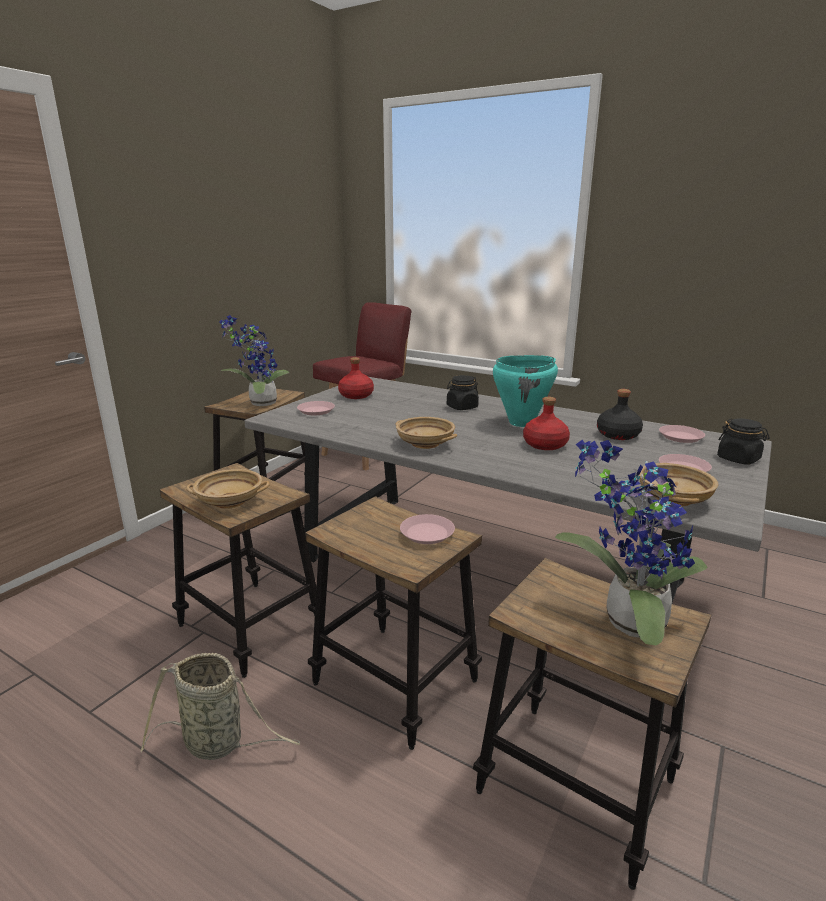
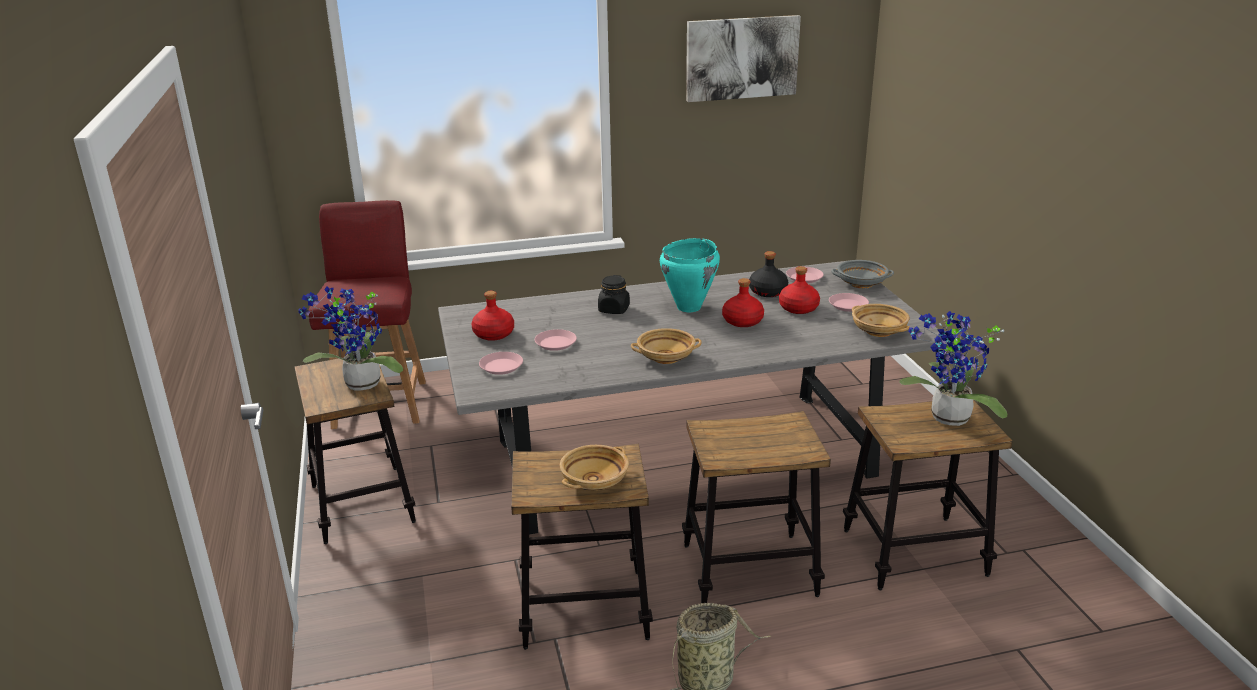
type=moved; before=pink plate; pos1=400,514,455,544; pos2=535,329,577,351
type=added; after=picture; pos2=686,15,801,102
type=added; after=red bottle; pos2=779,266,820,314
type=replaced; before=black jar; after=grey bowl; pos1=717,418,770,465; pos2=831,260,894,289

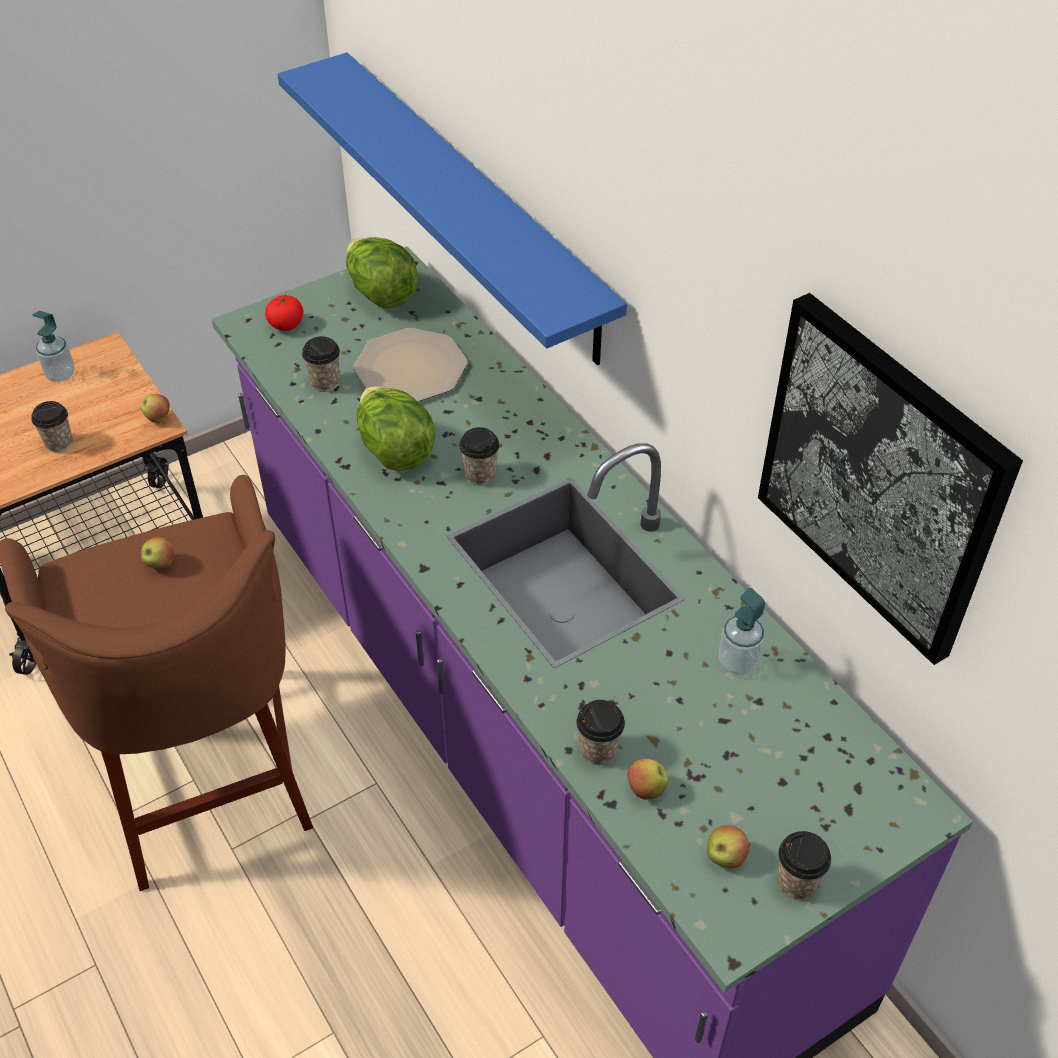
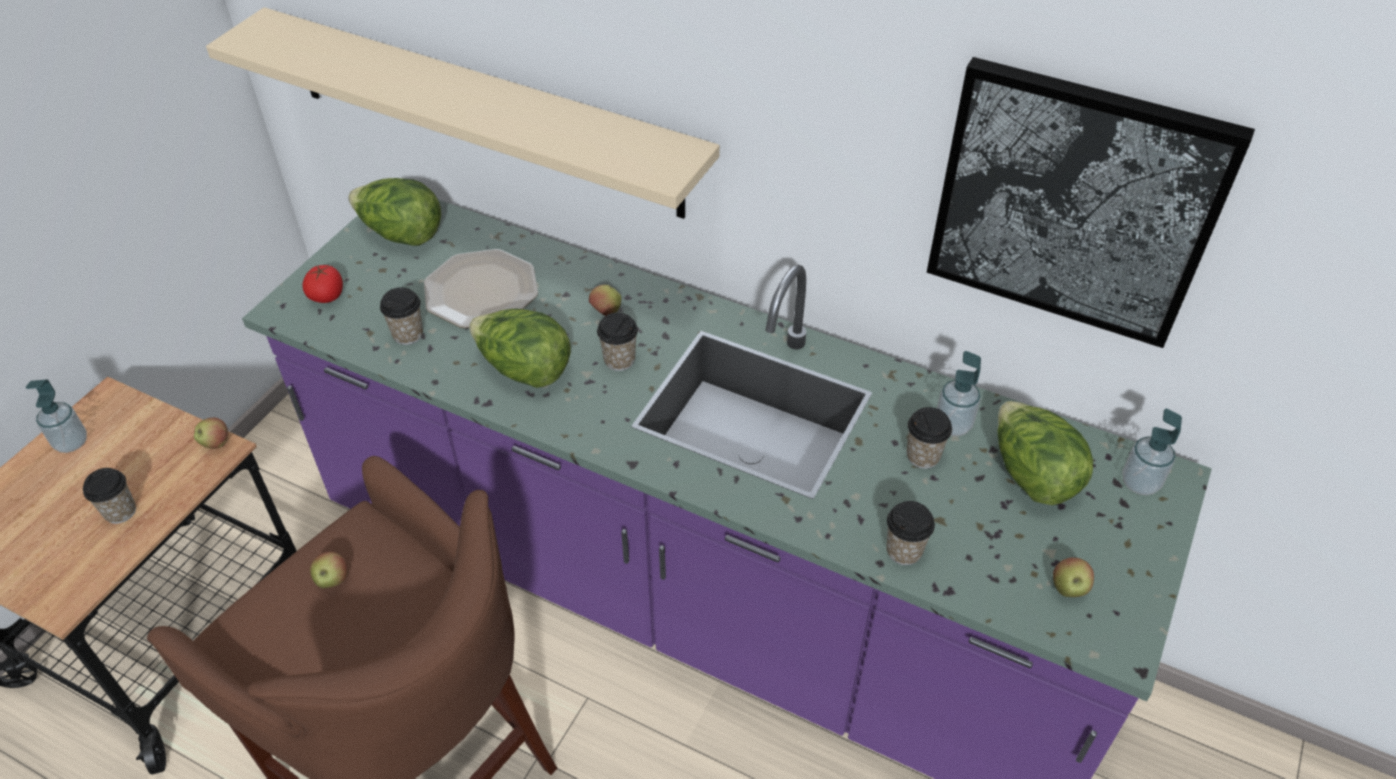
type=recoloured; before=blue shelf; after=beige shelf; pos1=277,52,627,365; pos2=206,7,720,219
type=moved; before=apple; pos1=627,758,668,799; pos2=589,285,621,316
type=moved; before=cup; pos1=777,831,831,900; pos2=907,407,952,469
type=added; after=lettuce; pos2=998,401,1093,505
type=added; after=soap dispenser; pos2=1122,409,1182,495

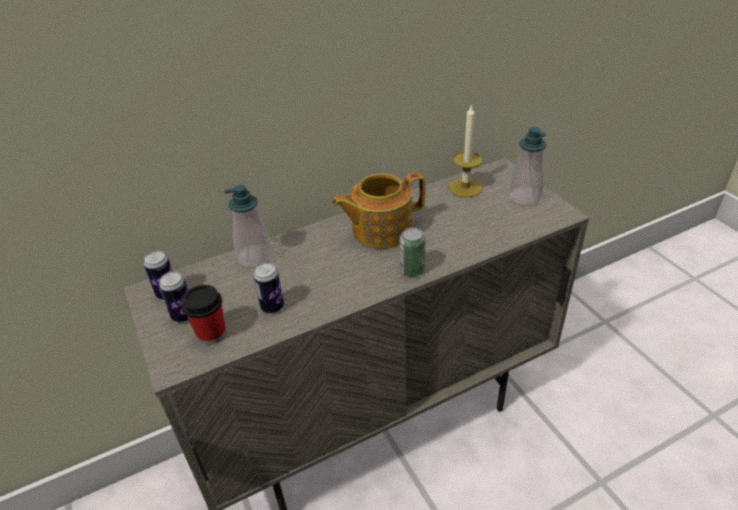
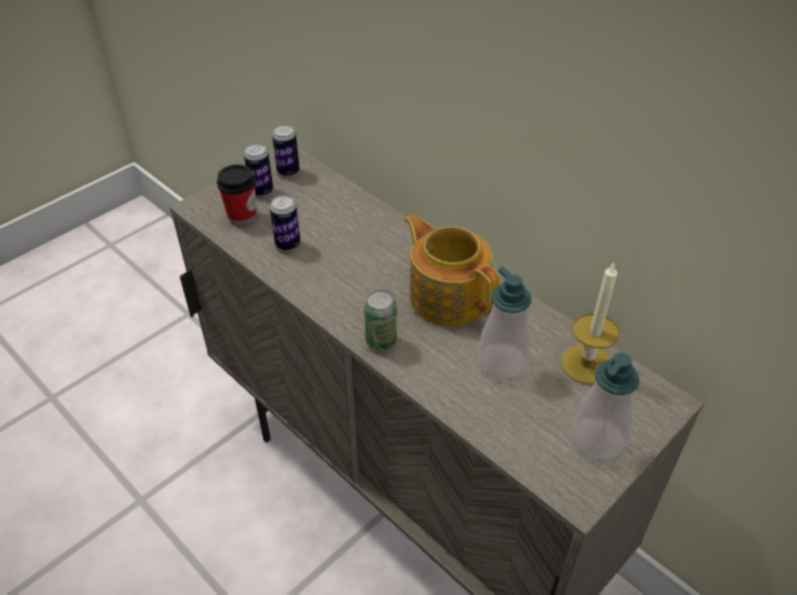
type=moved; before=soap dispenser; pos1=224,185,273,268; pos2=478,267,532,379

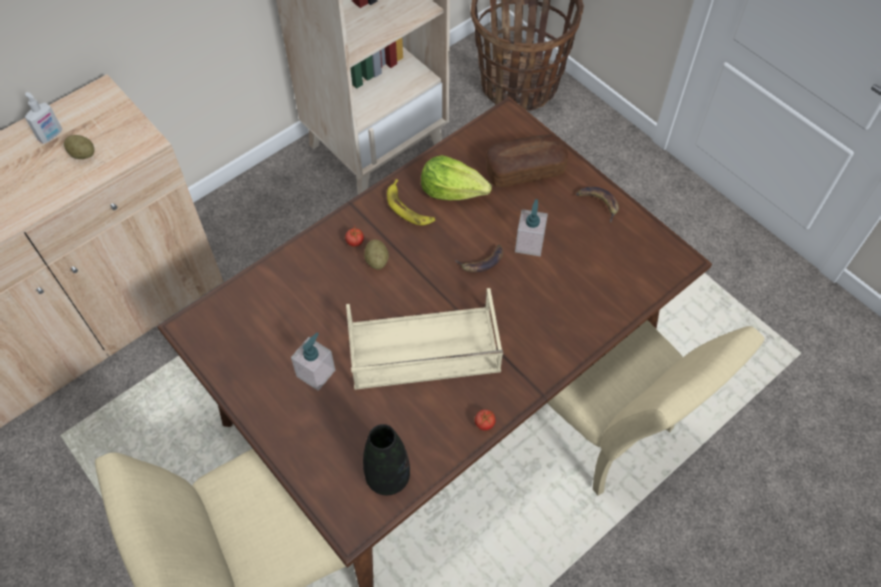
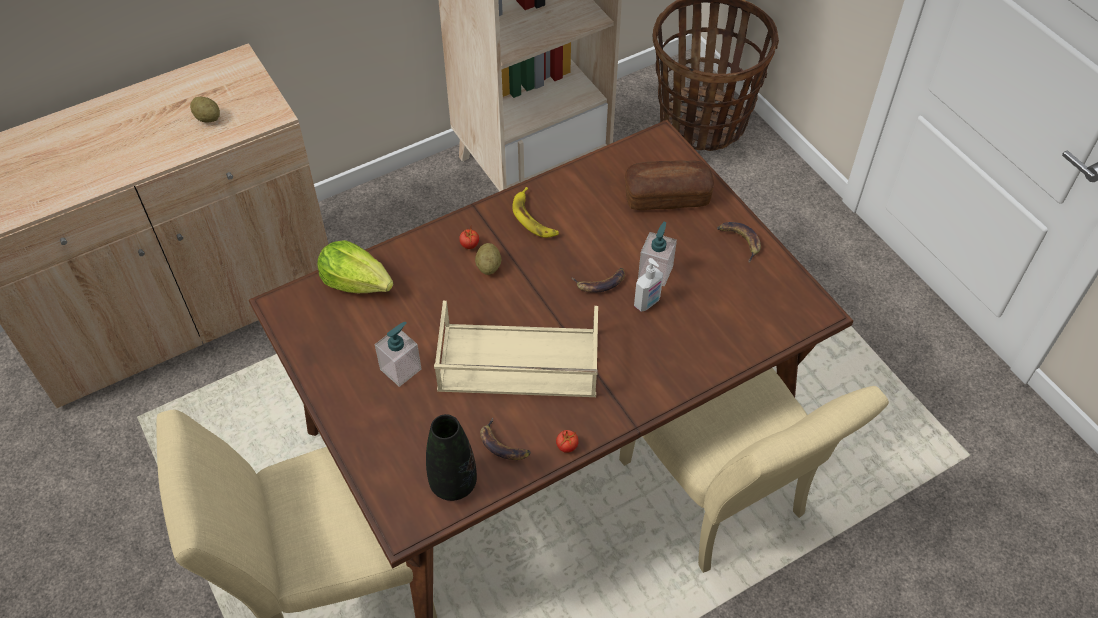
type=moved; before=lettuce; pos1=421,155,492,200; pos2=317,240,393,293
type=added; after=banana; pos2=480,417,531,460
type=moved; before=soap dispenser; pos1=25,92,62,144; pos2=634,258,663,312

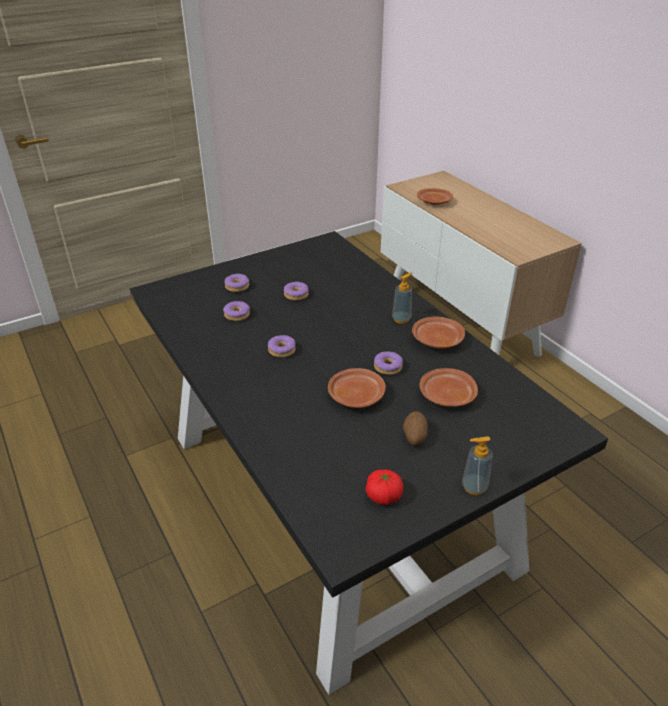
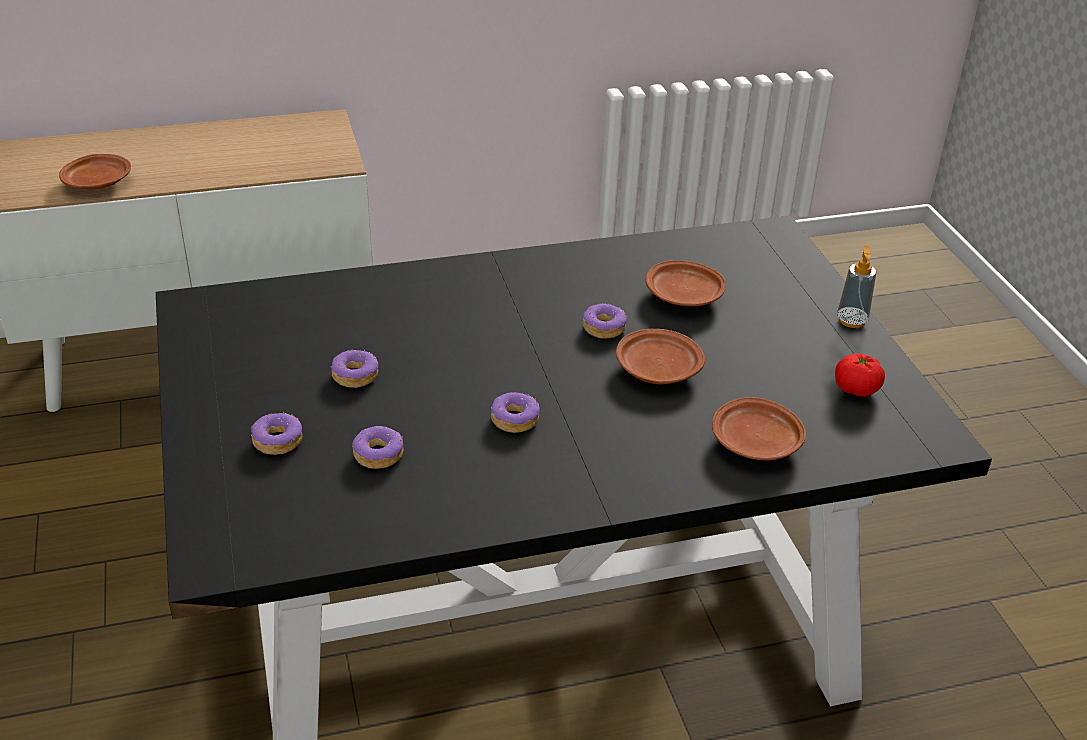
type=moved; before=brown plate; pos1=412,316,465,349; pos2=712,397,806,461
type=removed; before=soap dispenser; pos1=392,273,412,324
type=removed; before=potato; pos1=403,411,428,445

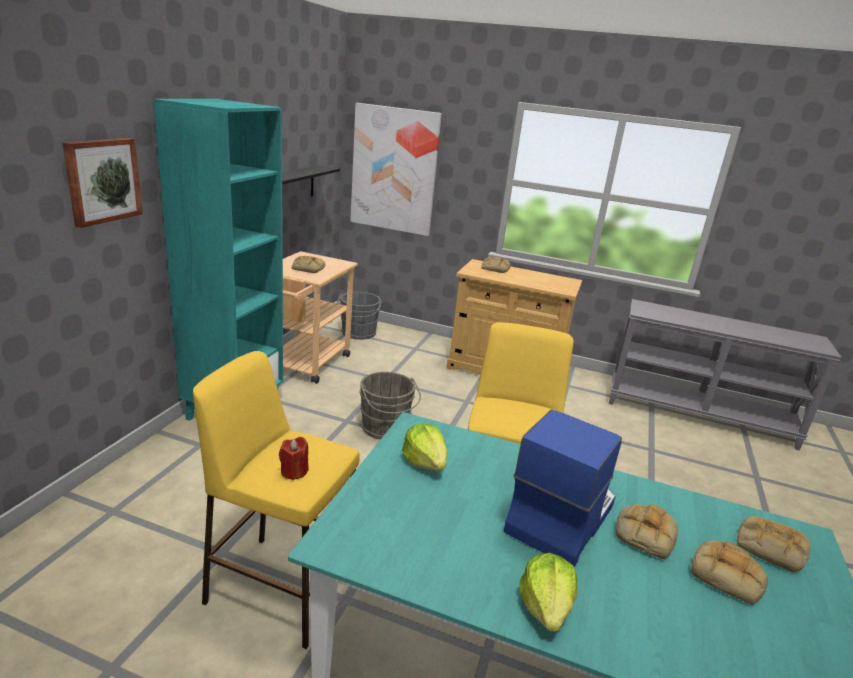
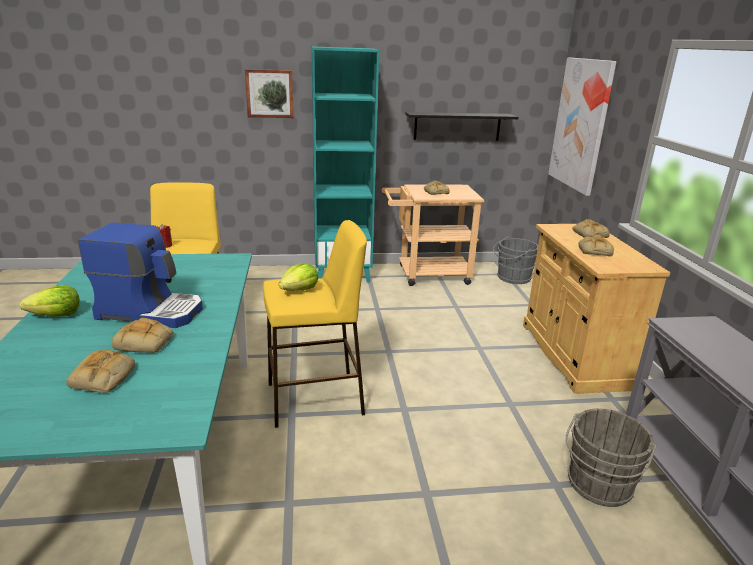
type=moved; before=lettuce; pos1=402,424,447,471; pos2=279,263,318,291
type=moved; before=grey bucket; pos1=359,372,421,440; pos2=566,408,656,507
type=moved; before=bread; pos1=737,516,811,572; pos2=578,235,614,256

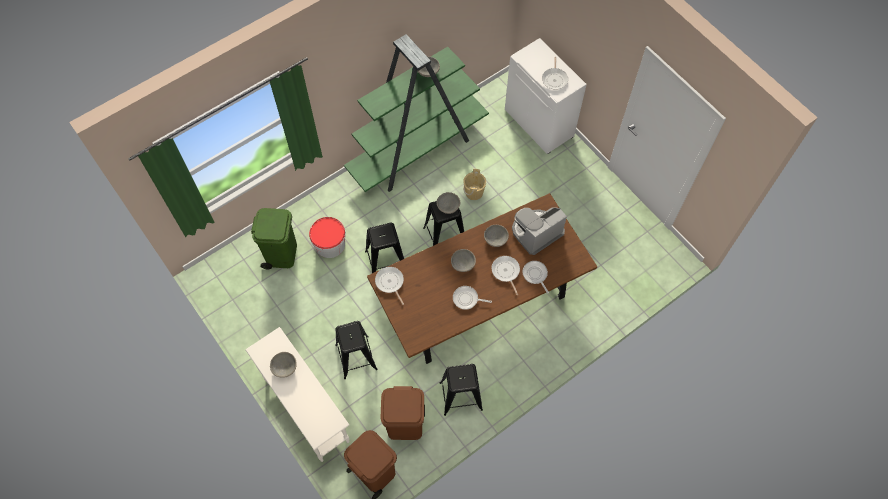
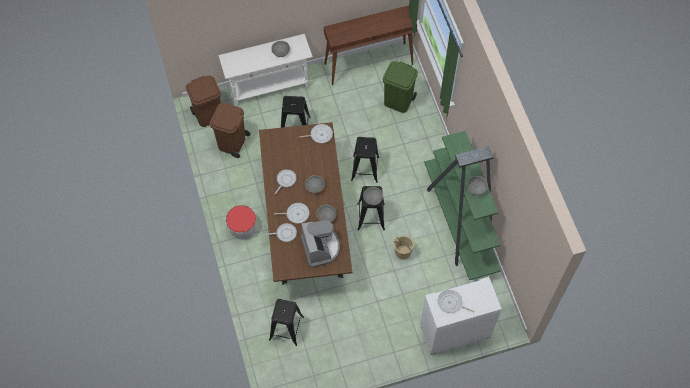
type=moved; before=bucket; pos1=309,217,346,258; pos2=226,205,256,240
type=moved; before=black stool; pos1=440,364,483,416; pos2=269,299,304,346
type=added; after=brown console table; pos2=324,5,417,86

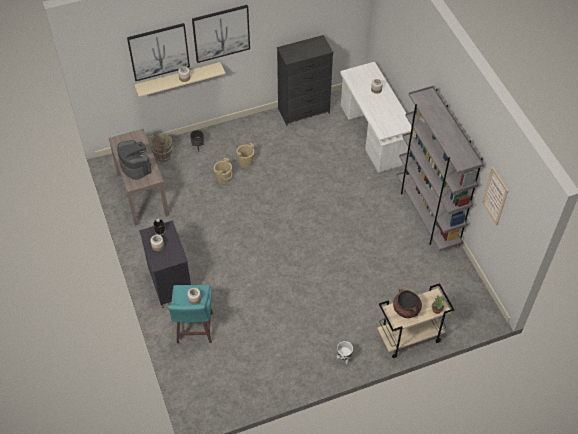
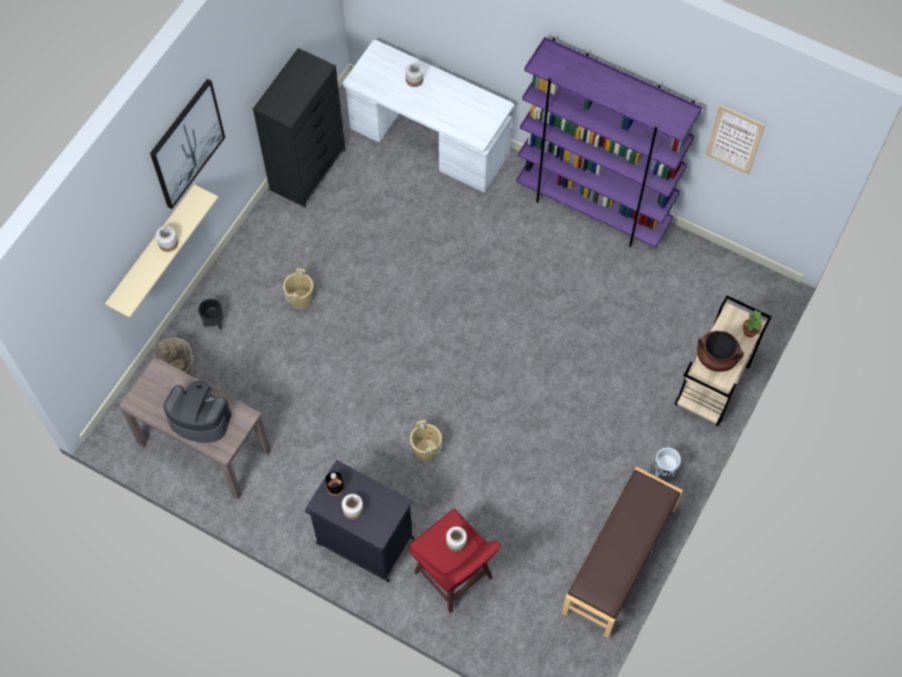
type=recoloured; before=turquoise stool; after=red stool; pos1=168,285,213,343; pos2=409,509,501,613
type=moved; before=beige bucket; pos1=214,158,232,184; pos2=410,420,442,461
type=recoloured; before=grey bookcase; after=purple bookcase; pos1=396,86,484,251; pos2=516,37,702,248
type=added; after=brown bench; pos2=562,467,683,638
type=removed; before=picture; pos1=127,23,190,81

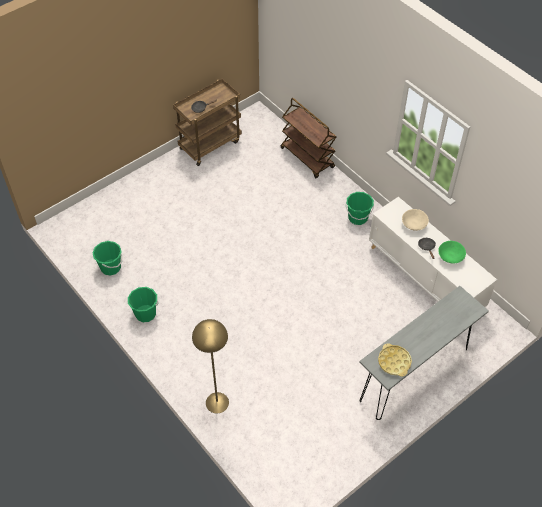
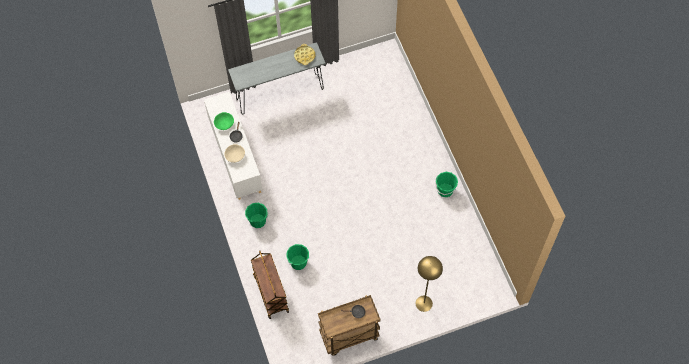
type=moved; before=green bucket; pos1=92,241,123,275; pos2=286,244,309,270
type=moved; before=yellow floor lamp; pos1=192,319,229,413; pos2=415,256,443,312

